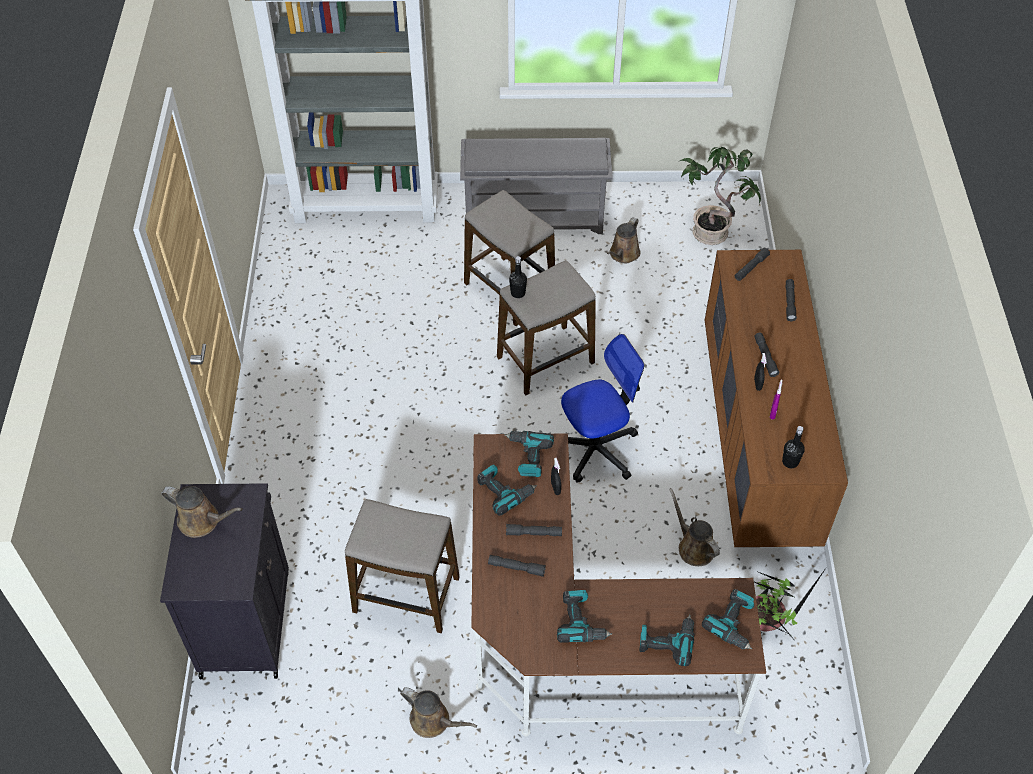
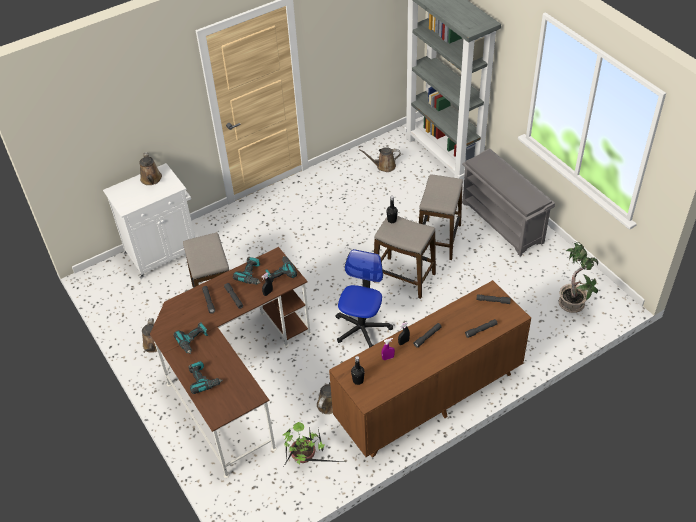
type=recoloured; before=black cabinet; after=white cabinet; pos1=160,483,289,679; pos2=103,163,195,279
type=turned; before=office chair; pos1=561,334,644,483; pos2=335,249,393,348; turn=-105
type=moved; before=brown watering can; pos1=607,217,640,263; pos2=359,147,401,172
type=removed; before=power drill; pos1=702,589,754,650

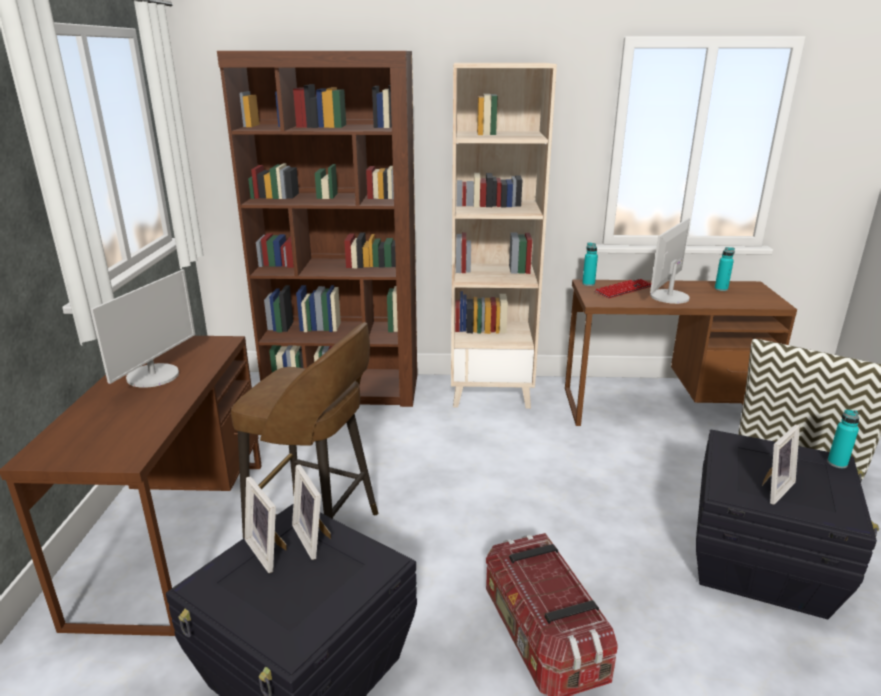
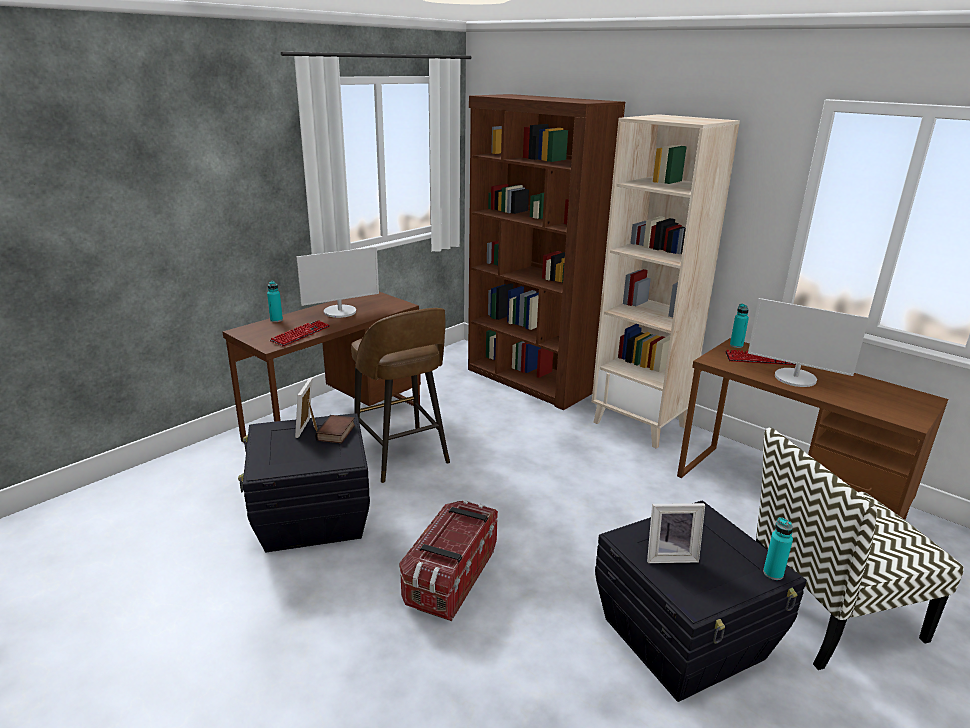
type=moved; before=turquoise bottle; pos1=715,247,735,291; pos2=267,281,283,322
type=added; after=keyboard; pos2=270,321,330,346
type=replaced; before=picture frame; after=book; pos1=292,464,331,560; pos2=315,415,355,443
type=turned; before=monitor; pos1=650,218,690,304; pos2=748,298,869,387; turn=-135

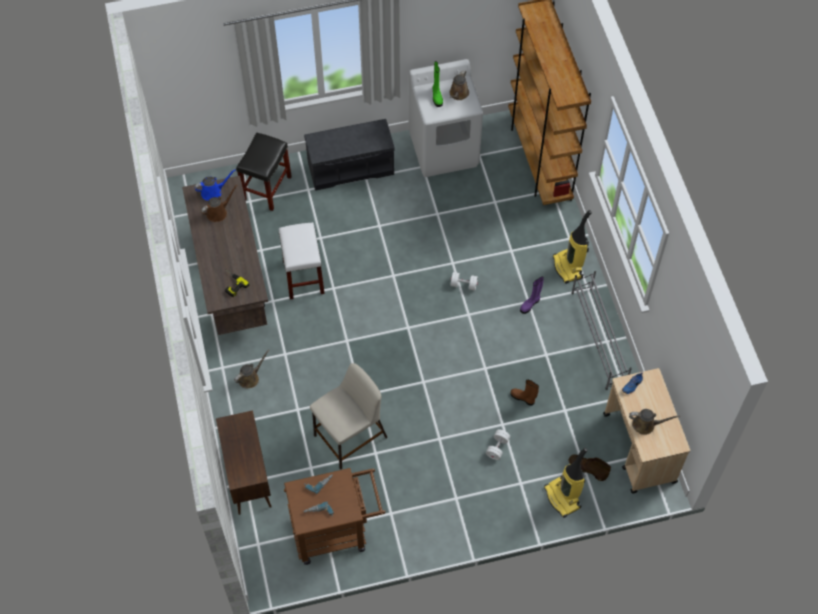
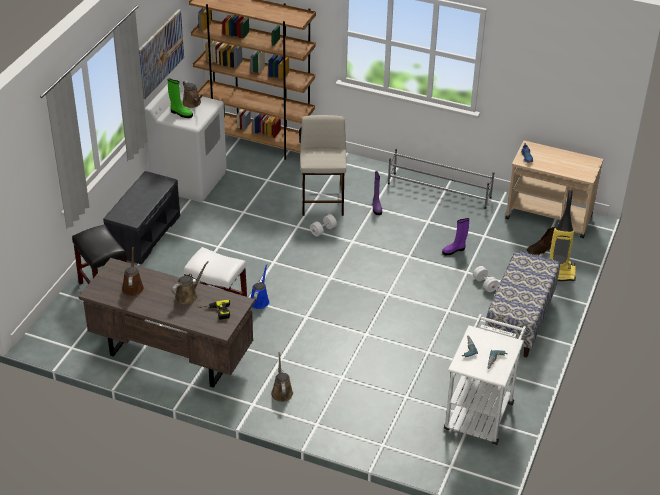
type=added; after=picture; pos2=139,9,184,99
type=moved; before=brown watering can; pos1=629,409,680,435; pos2=172,261,209,304
type=moved; before=blue watering can; pos1=194,169,236,201; pos2=251,264,269,309
type=moved; before=beige stool; pos1=310,363,388,470; pos2=300,115,346,216
type=recoloured; before=brown boot; after=purple boot; pos1=510,380,539,406; pos2=442,218,469,255
type=recoloured; before=brown cart; after=white cart; pos1=284,468,386,565; pos2=444,314,526,445
type=added; after=bench; pos2=485,251,560,358
type=removed; before=brown cabinet; pos1=216,410,272,515
type=removed; before=vacuum cleaner; pos1=553,210,592,284

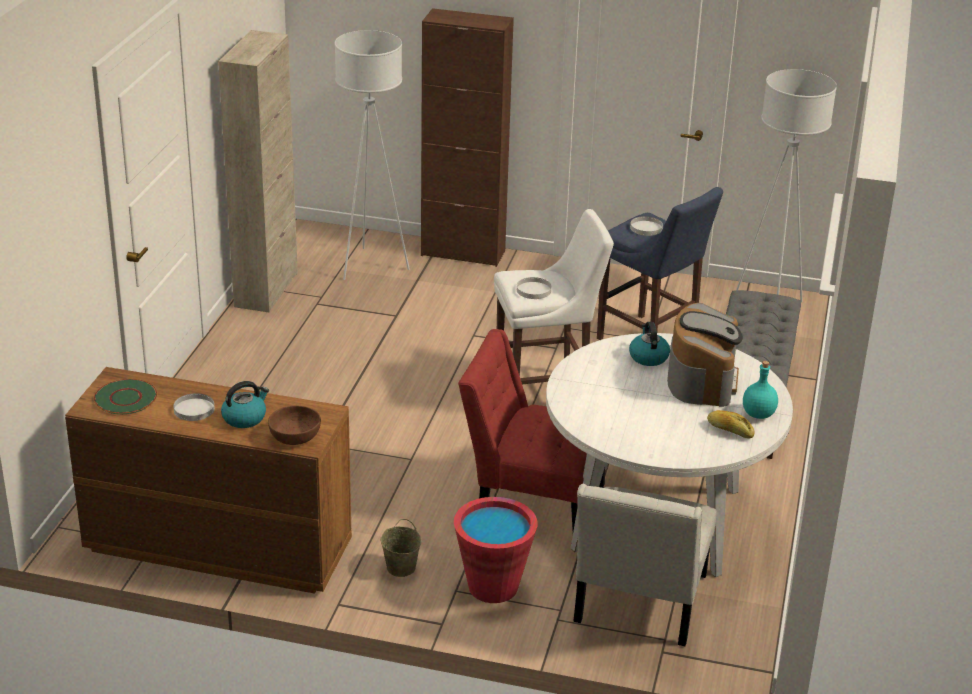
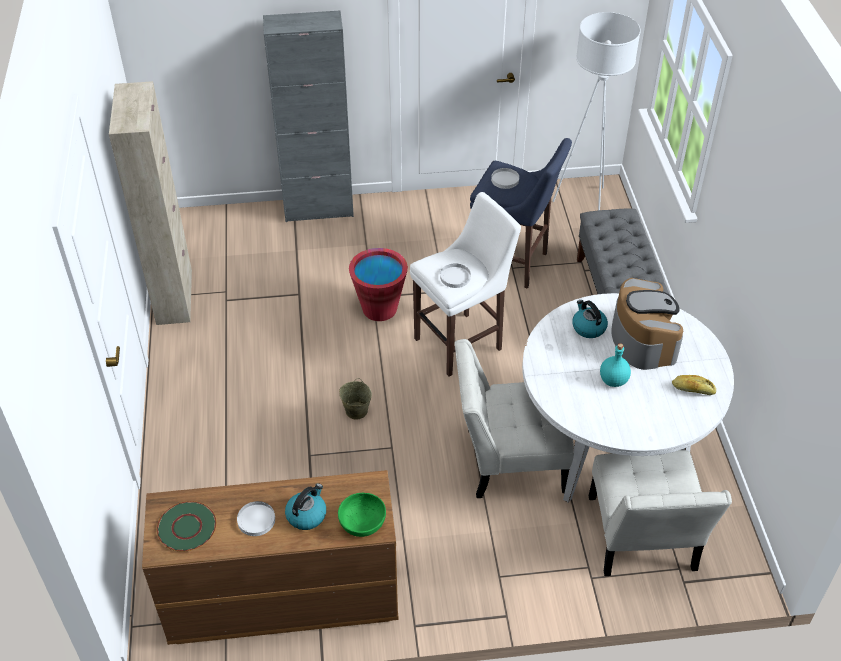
type=recoloured; before=brown cabinet; after=grey cabinet; pos1=421,8,514,267; pos2=263,10,354,222
type=recoloured; before=brown bowl; after=green bowl; pos1=268,406,321,445; pos2=338,493,386,537
type=moved; before=beige bucket; pos1=380,519,422,577; pos2=339,378,372,420
type=moved; before=red bucket; pos1=454,497,537,603; pos2=349,248,408,321
type=recoloured; before=red chair; after=white chair; pos1=458,329,605,531; pos2=455,339,574,498
type=moved; before=turquoise bottle; pos1=743,361,778,419; pos2=600,343,631,387
type=removed; before=white floor lamp; pos1=335,30,410,280

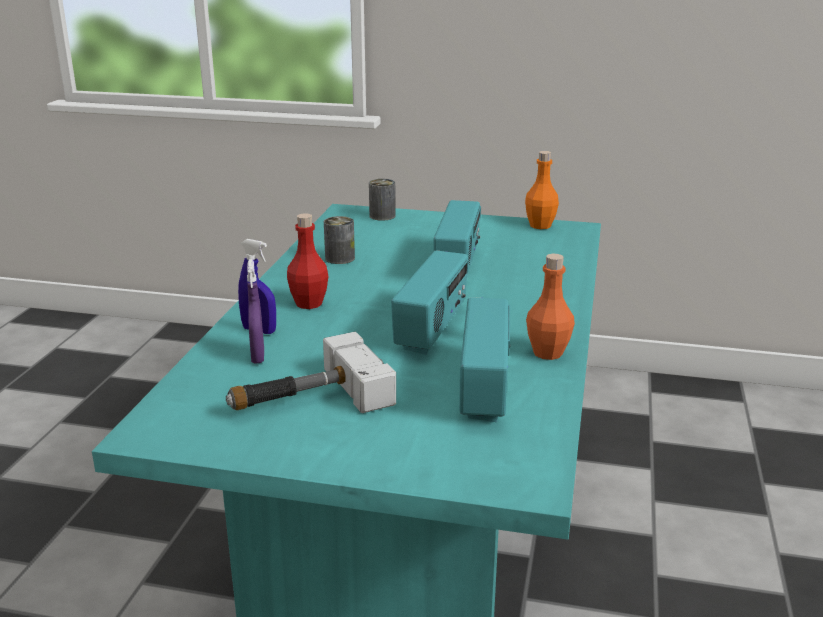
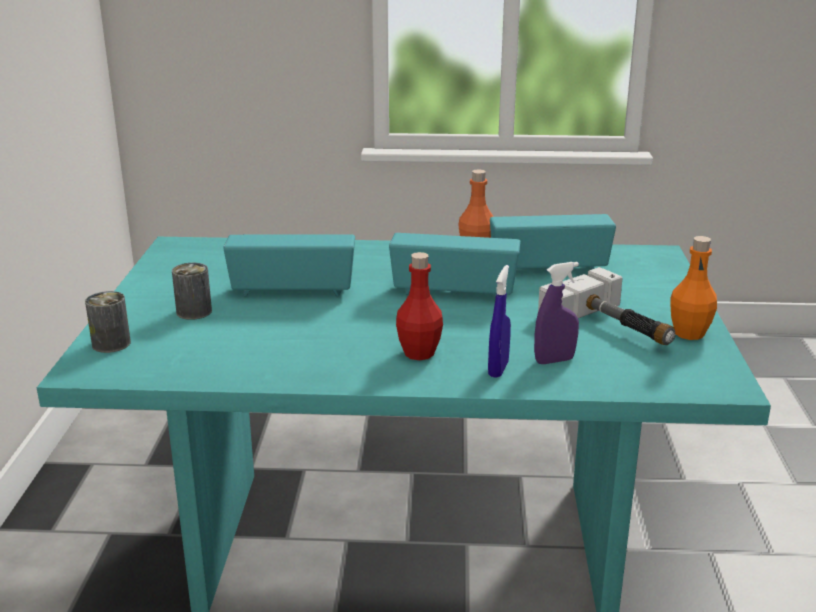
type=moved; before=can; pos1=324,216,355,264; pos2=172,263,212,320
type=moved; before=orange bottle; pos1=525,151,559,229; pos2=670,236,717,340

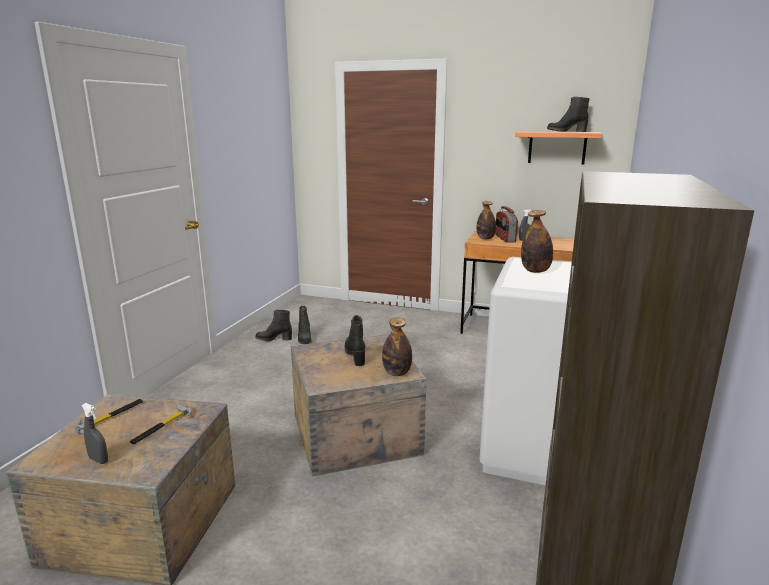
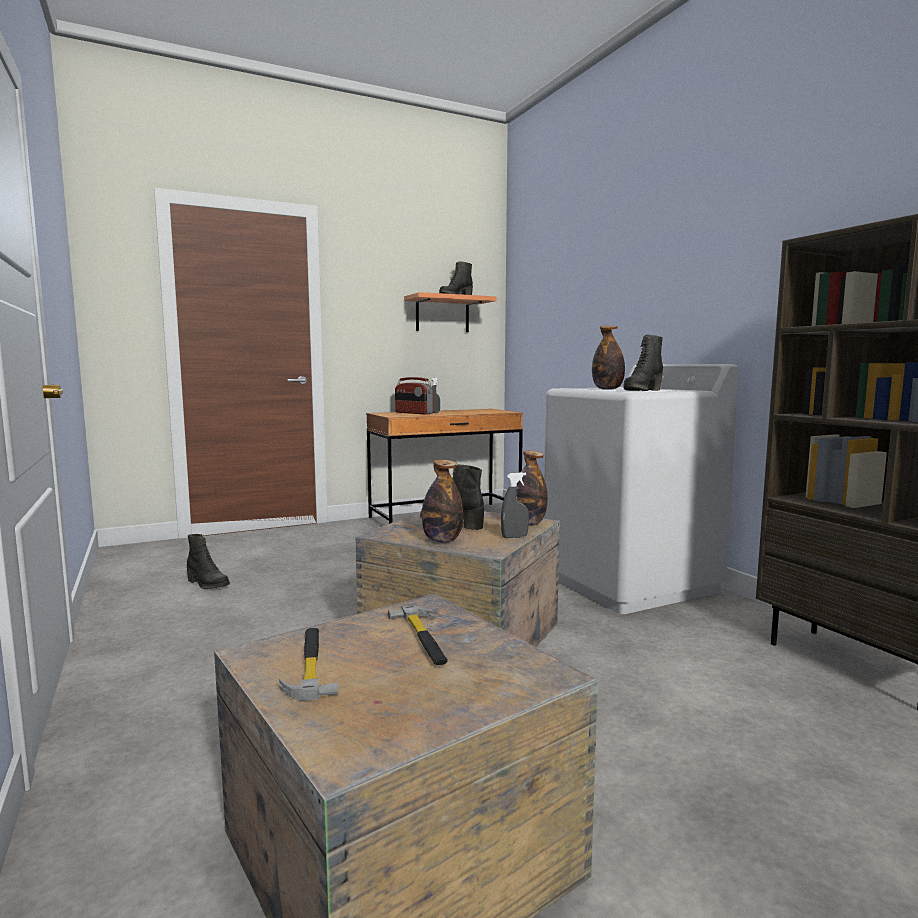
type=moved; before=bottle; pos1=477,201,496,239; pos2=422,460,463,543
type=moved; before=grey spray bottle; pos1=82,403,108,464; pos2=501,472,529,538
type=moved; before=black boot; pos1=256,310,292,341; pos2=623,334,663,391

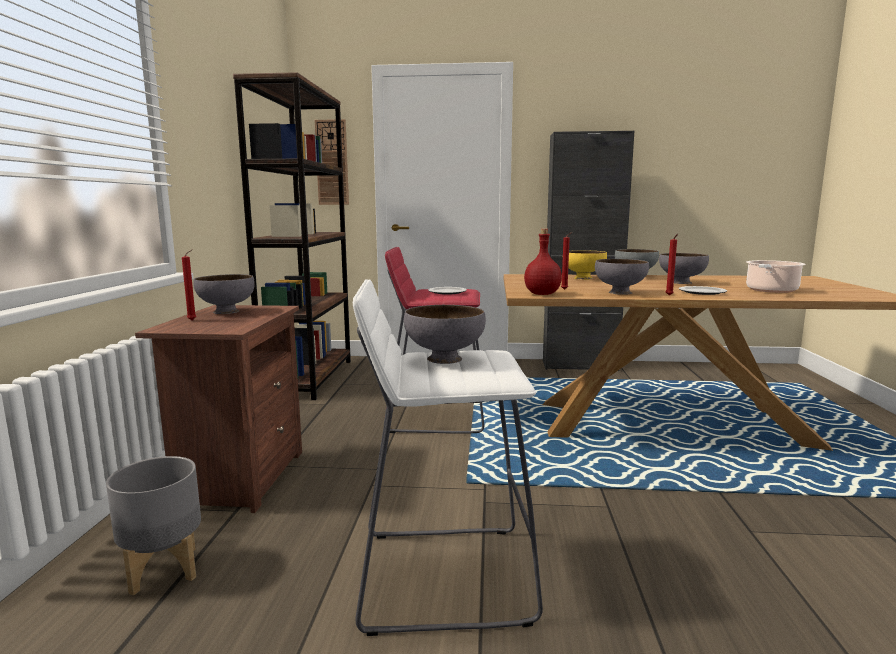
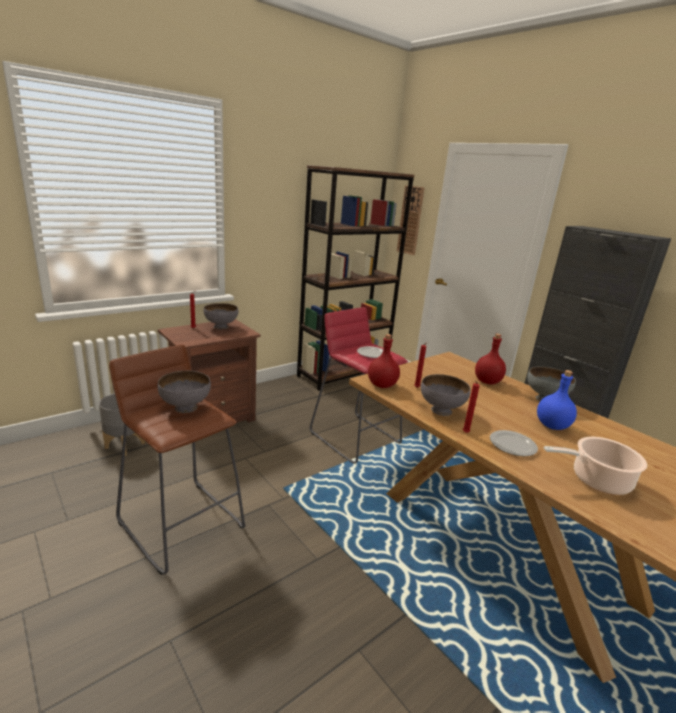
type=recoloured; before=white stool; after=brown stool; pos1=353,279,543,636; pos2=109,345,245,575
type=replaced; before=yellow bowl; after=red bottle; pos1=568,250,607,279; pos2=475,334,506,385
type=replaced; before=grey bowl; after=blue bottle; pos1=659,253,709,284; pos2=537,370,577,430

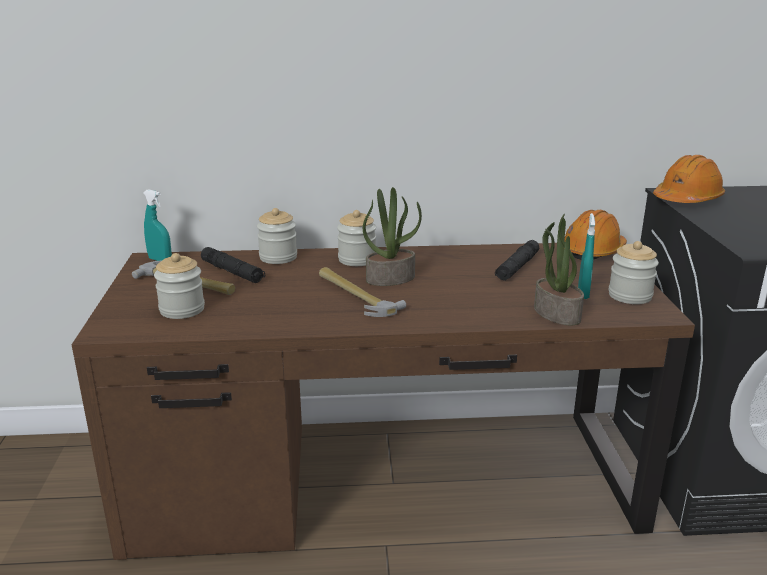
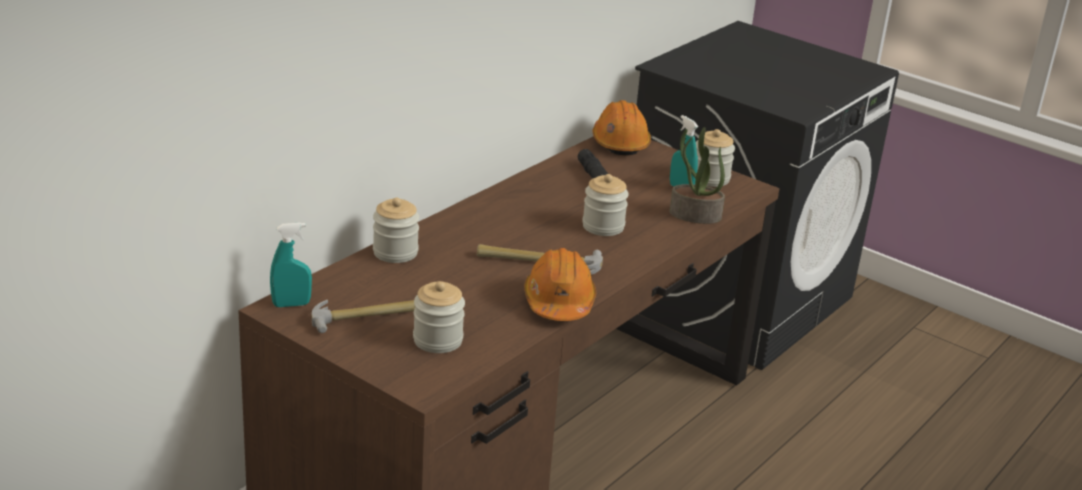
type=moved; before=orange hard hat; pos1=653,155,725,203; pos2=524,248,596,321
type=moved; before=jar; pos1=337,210,376,266; pos2=582,174,629,236
type=removed; before=black flashlight; pos1=201,247,265,283
type=removed; before=potted plant; pos1=363,187,422,286

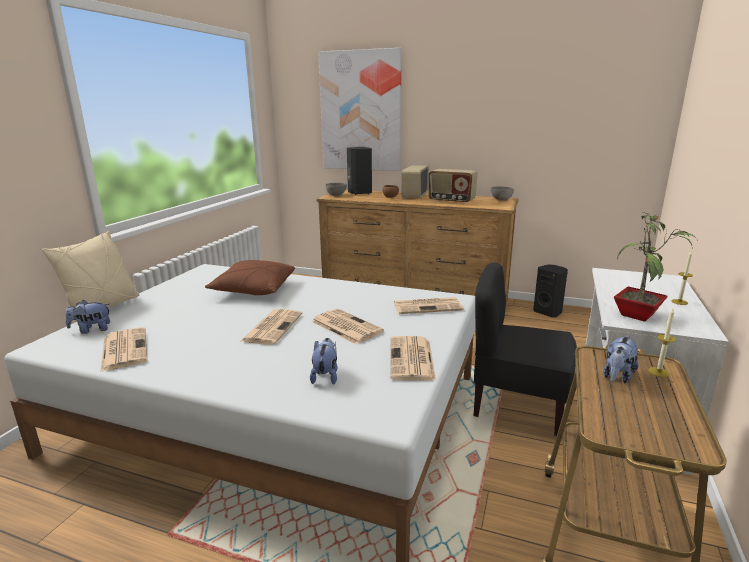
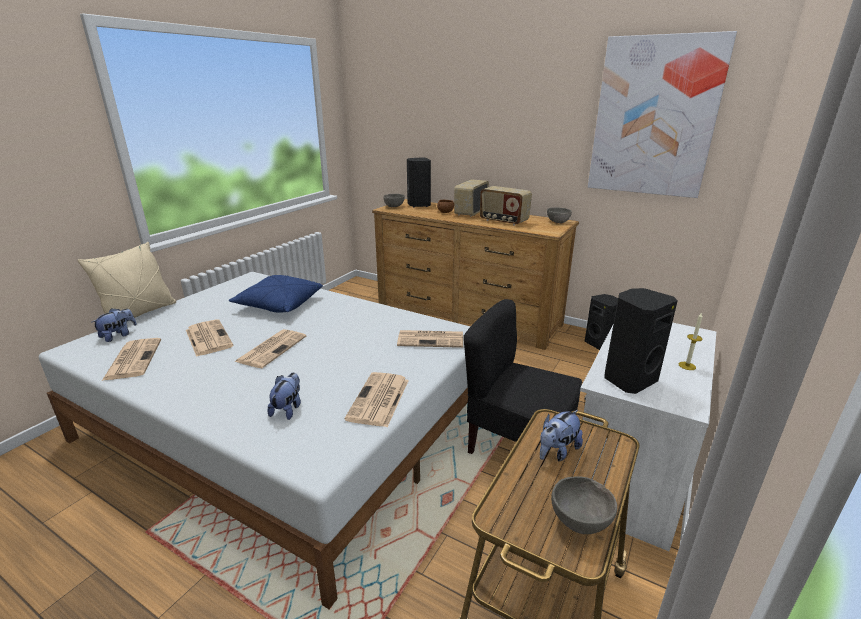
type=turned; before=plush toy; pos1=65,300,110,334; pos2=92,308,137,342; turn=135
type=moved; before=newspaper; pos1=311,309,384,344; pos2=186,319,234,357
type=recoloured; before=brown pillow; after=blue pillow; pos1=205,260,295,295; pos2=229,275,323,312
type=added; after=grey bowl; pos2=551,476,617,534
type=moved; before=picture; pos1=318,48,402,171; pos2=588,31,737,198
type=replaced; before=potted plant; after=black speaker; pos1=614,212,698,322; pos2=604,288,678,394
type=removed; before=candle; pos1=648,308,676,377

